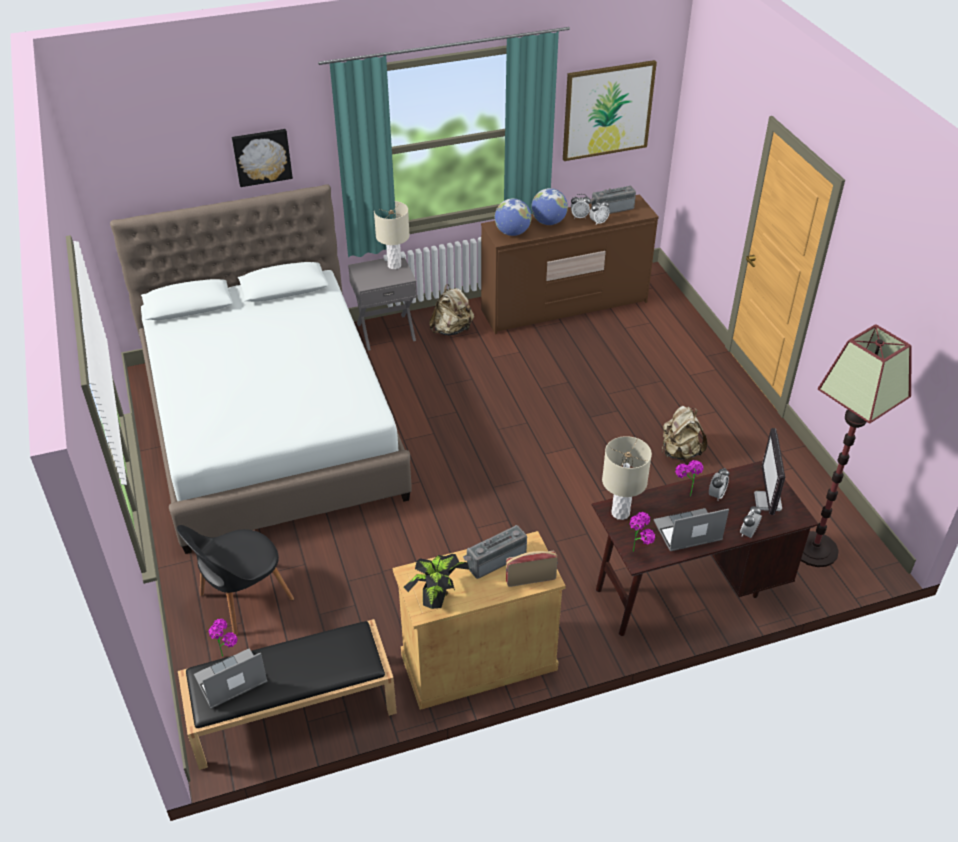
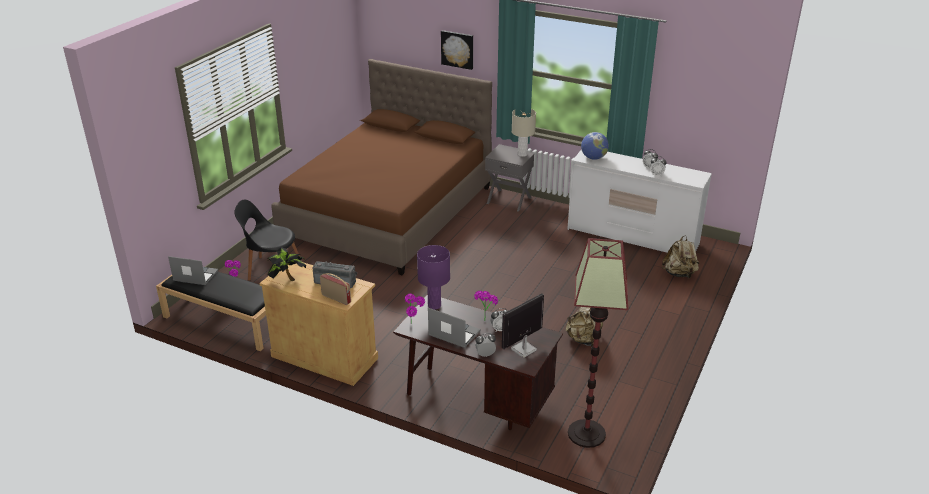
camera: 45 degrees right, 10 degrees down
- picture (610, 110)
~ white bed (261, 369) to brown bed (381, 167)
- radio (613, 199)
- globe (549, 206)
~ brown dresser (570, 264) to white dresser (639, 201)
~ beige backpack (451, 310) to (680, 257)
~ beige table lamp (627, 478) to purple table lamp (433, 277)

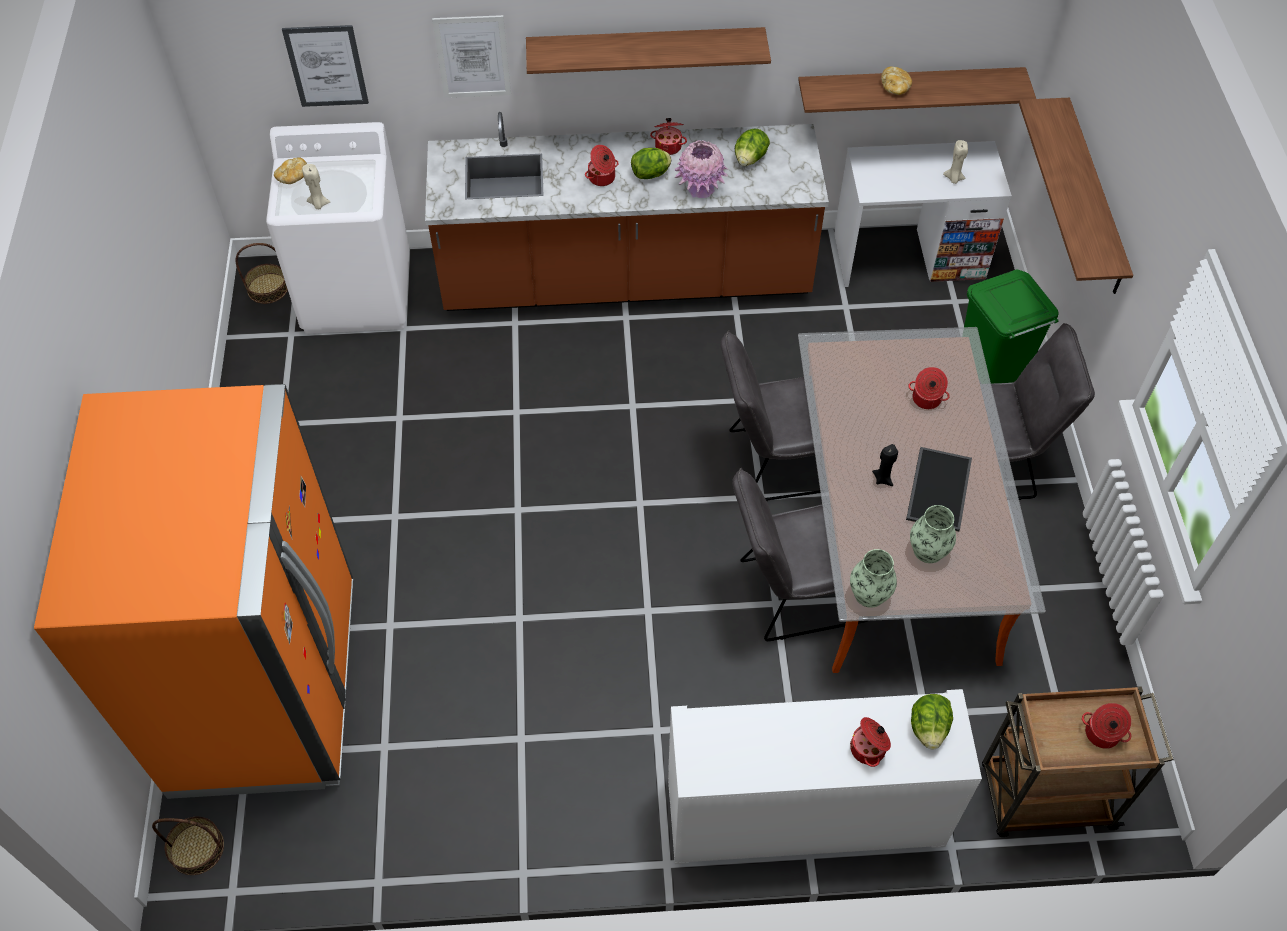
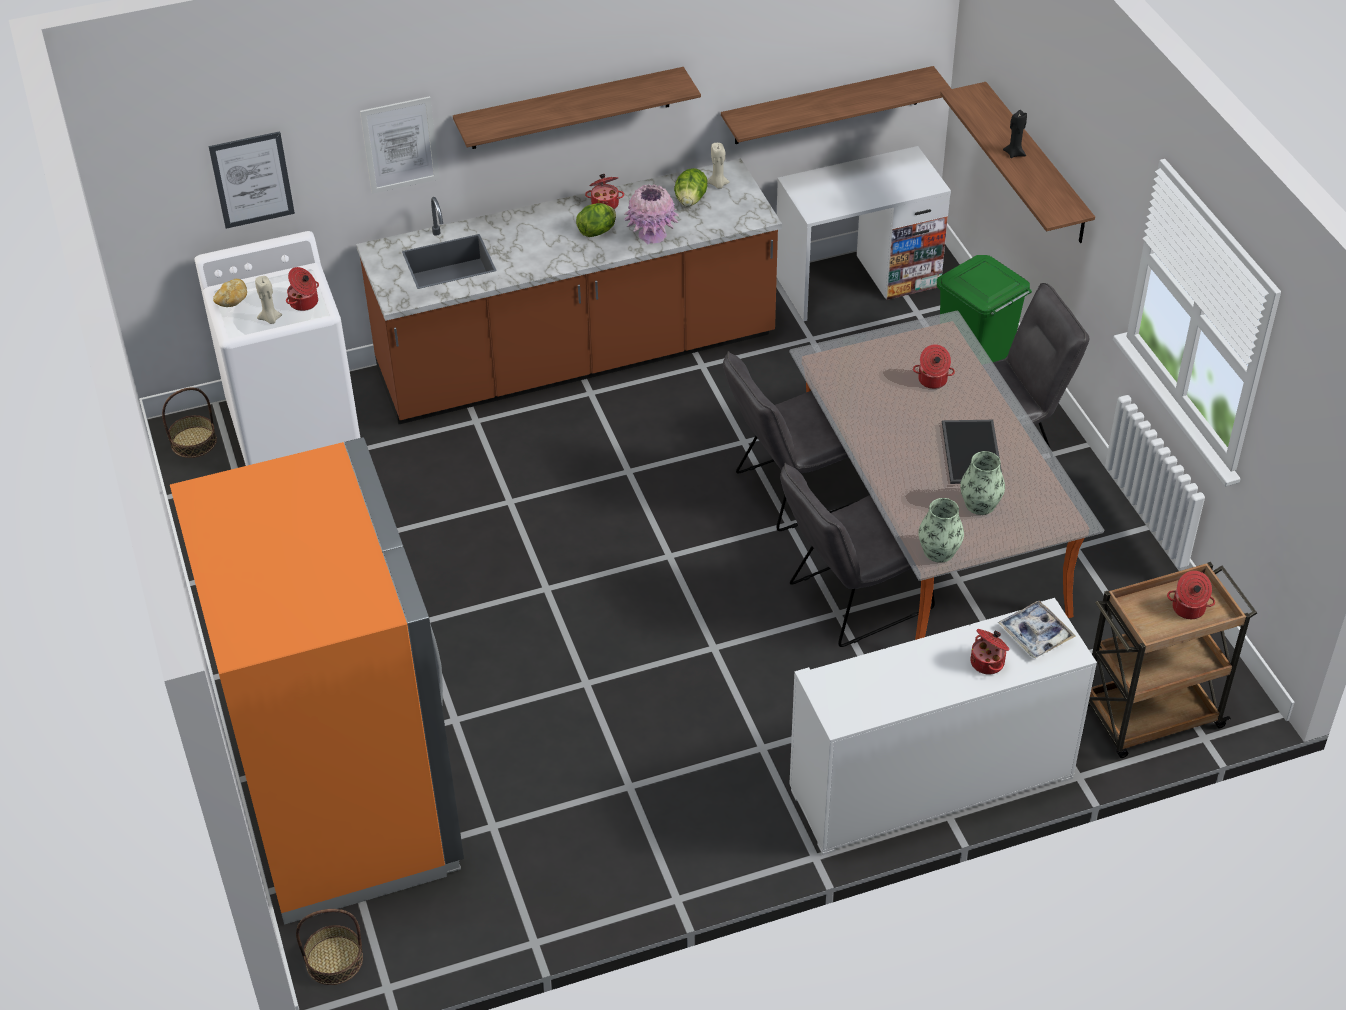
camera: 15 degrees left, 10 degrees down
- bread (896, 81)
~ beige candle (955, 162) to (718, 166)
~ cooking pot (602, 165) to (302, 289)
~ black candle (885, 465) to (1015, 134)
~ lettuce (932, 721) to tray (1037, 629)

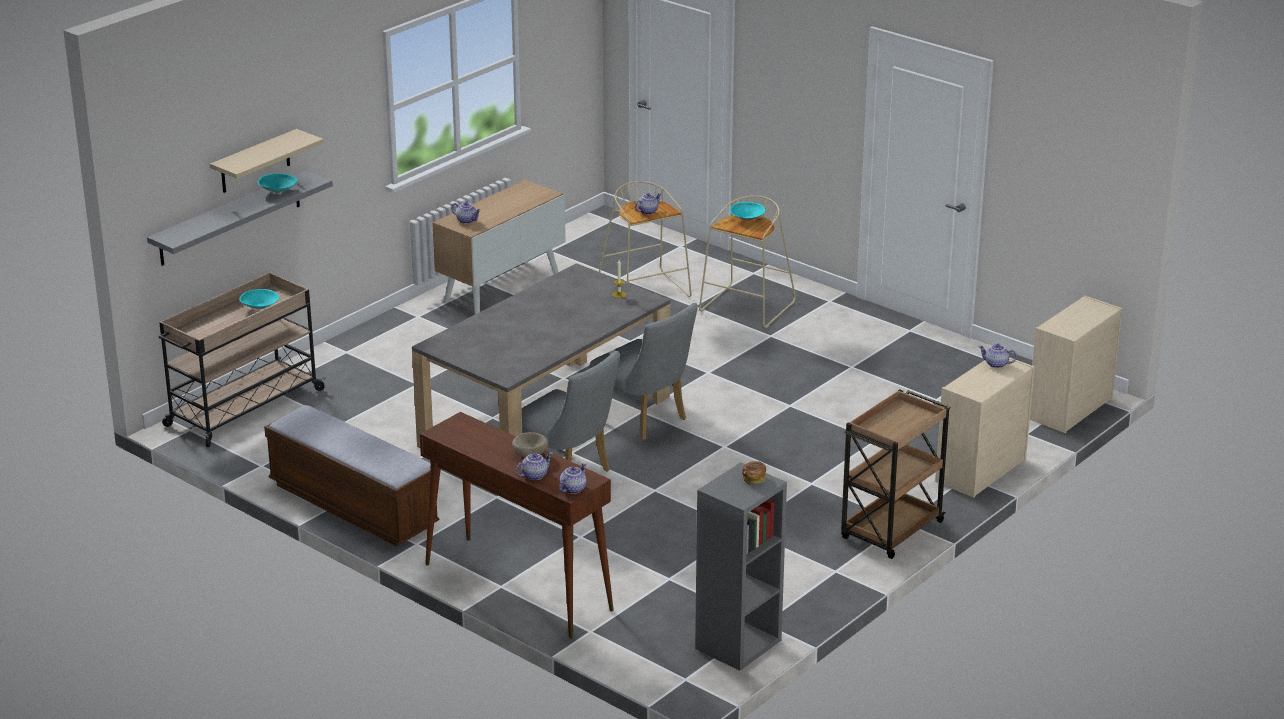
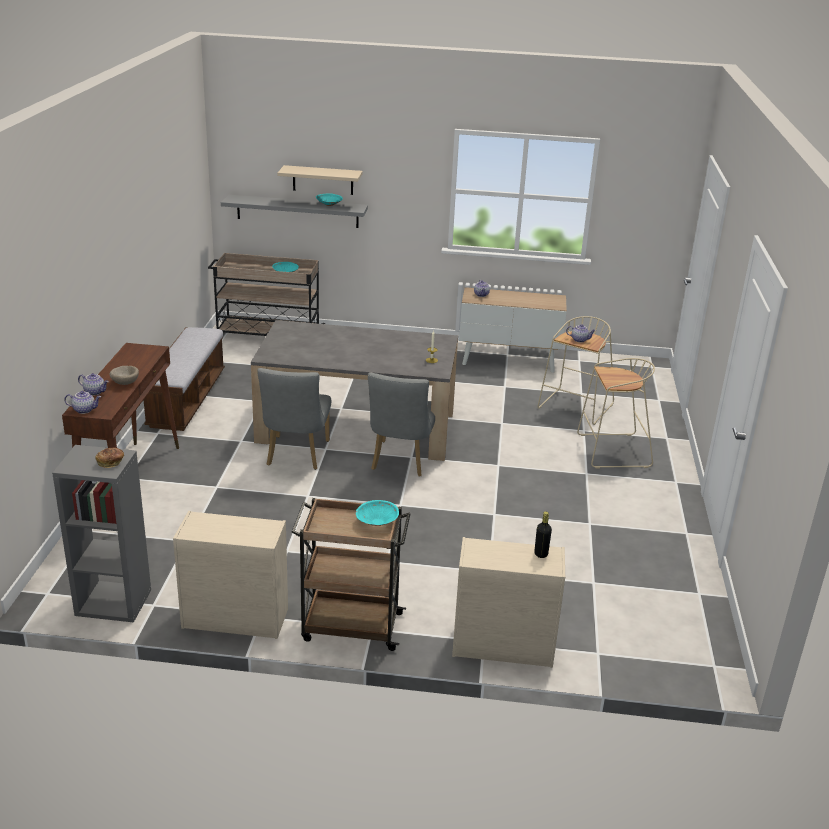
camera: 55 degrees right, 0 degrees up
~ turquoise bowl (747, 211) to (377, 513)
~ beige dresser (1076, 364) to (230, 575)
~ teapot (997, 356) to black bottle (543, 535)

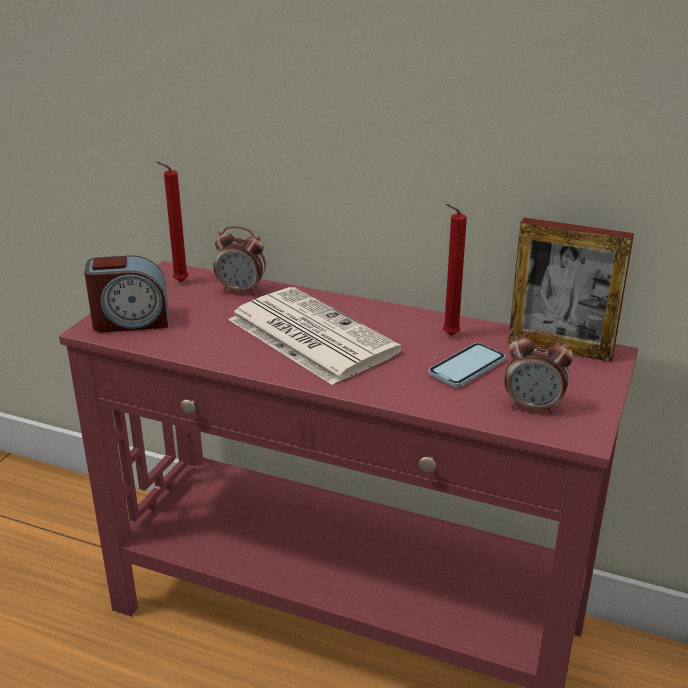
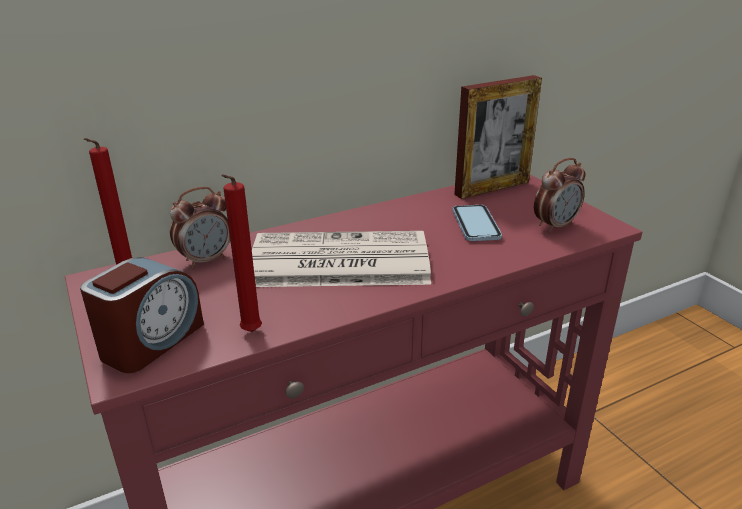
camera: 50 degrees left, 0 degrees up
~ red candle (455, 269) to (241, 253)

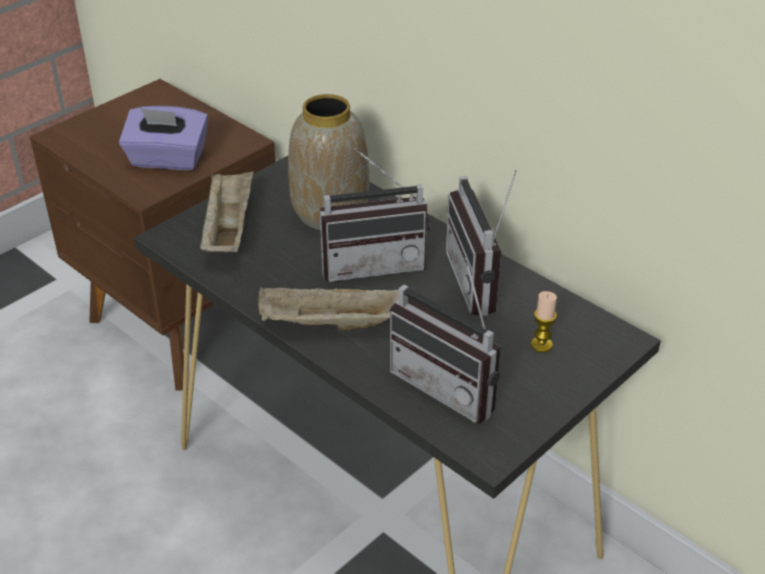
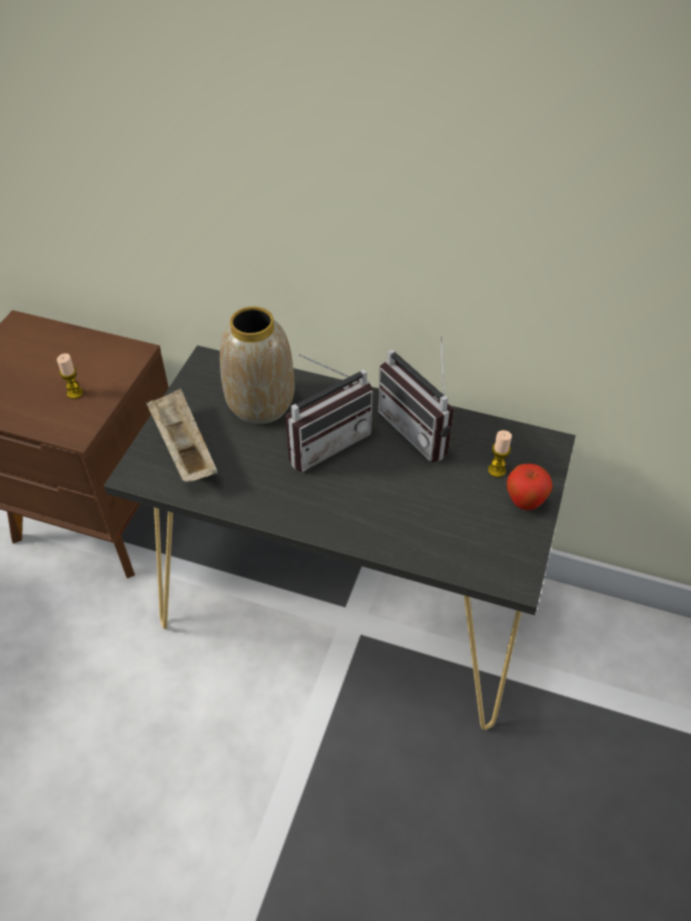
camera: 25 degrees left, 10 degrees up
~ purple tissue box (163, 138) to candle (70, 376)
- radio (445, 340)
- beige tray (328, 309)
+ apple (530, 487)

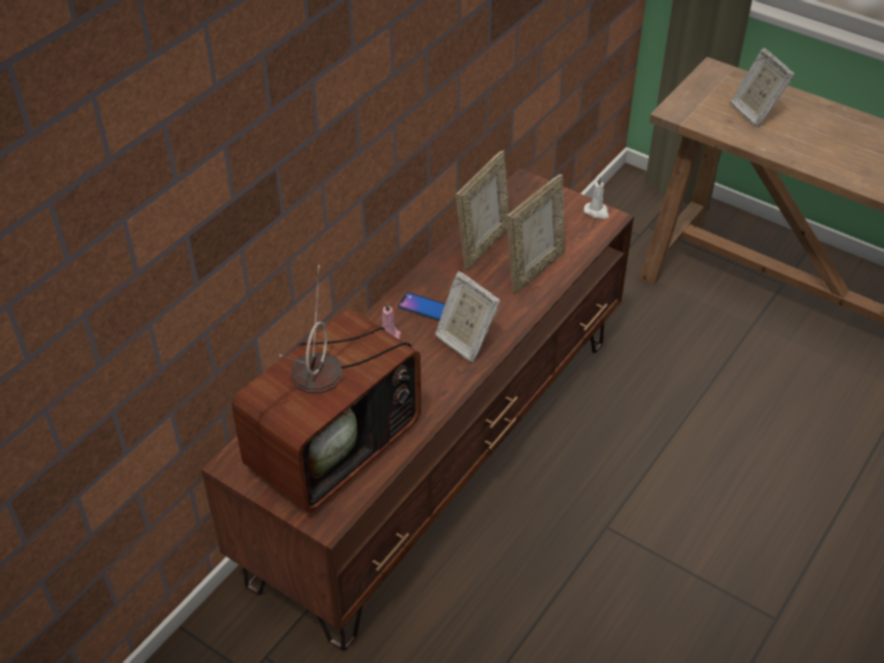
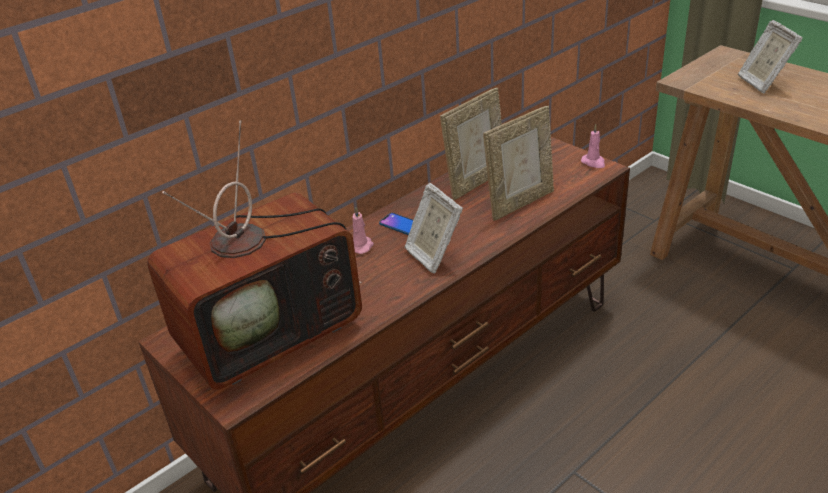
camera: 15 degrees right, 10 degrees down
~ white candle (596, 198) to pink candle (593, 146)

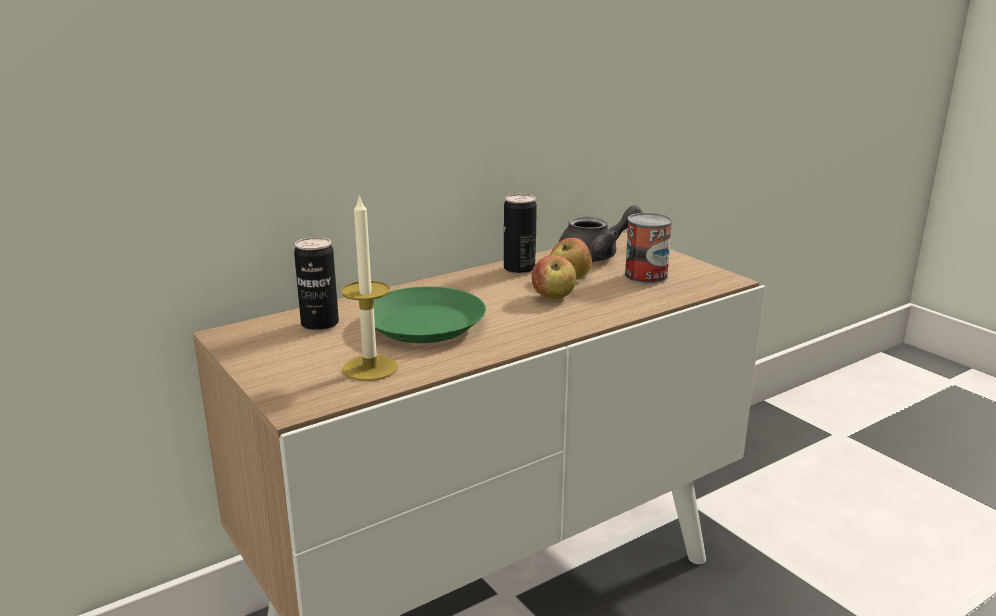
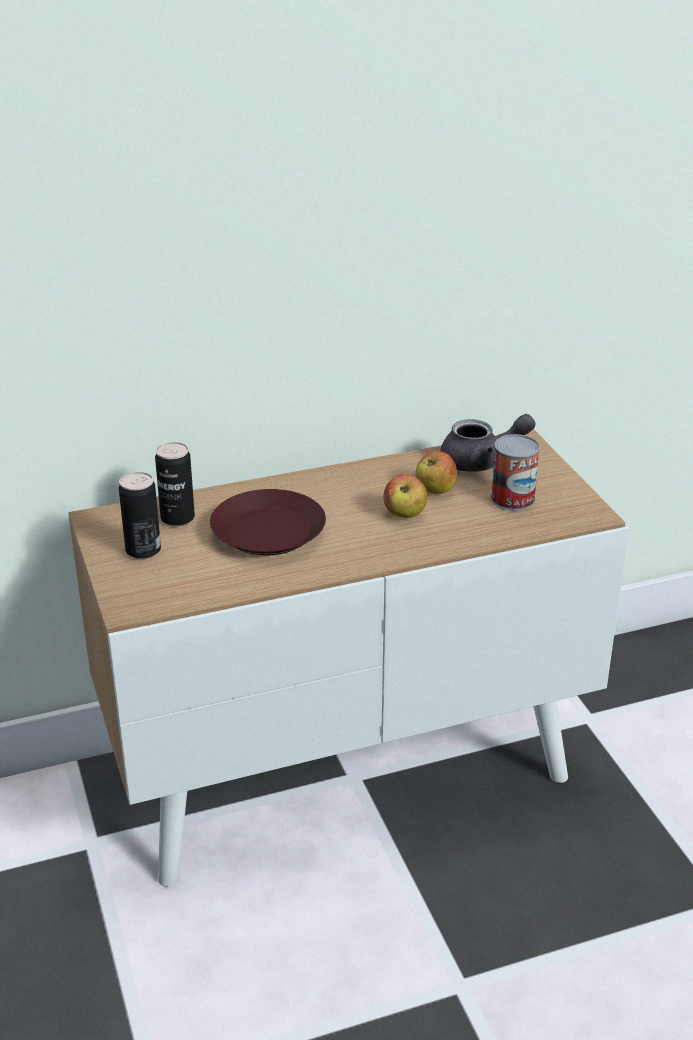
camera: 15 degrees right, 10 degrees up
- candle (369, 287)
~ can (520, 234) to (140, 515)
~ green plate (429, 315) to brown plate (268, 522)

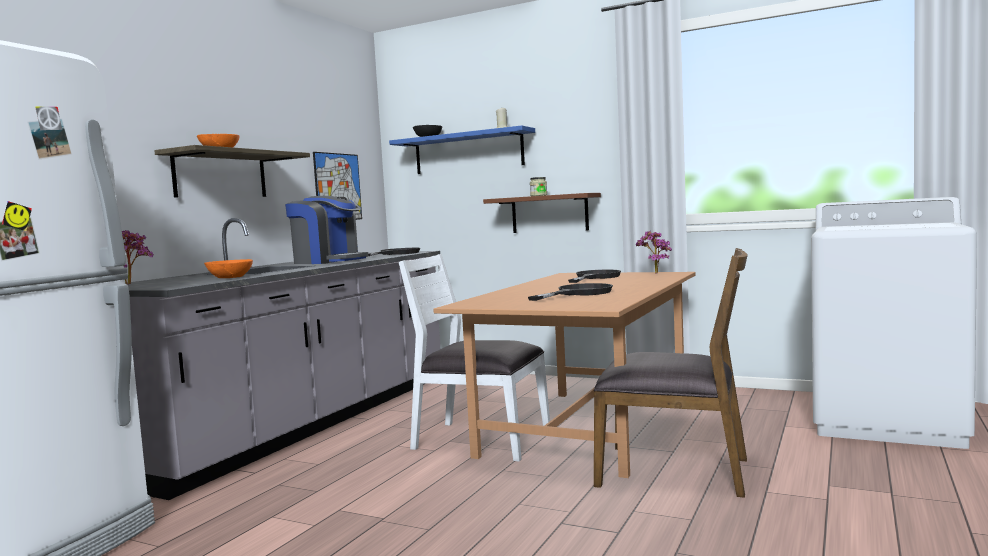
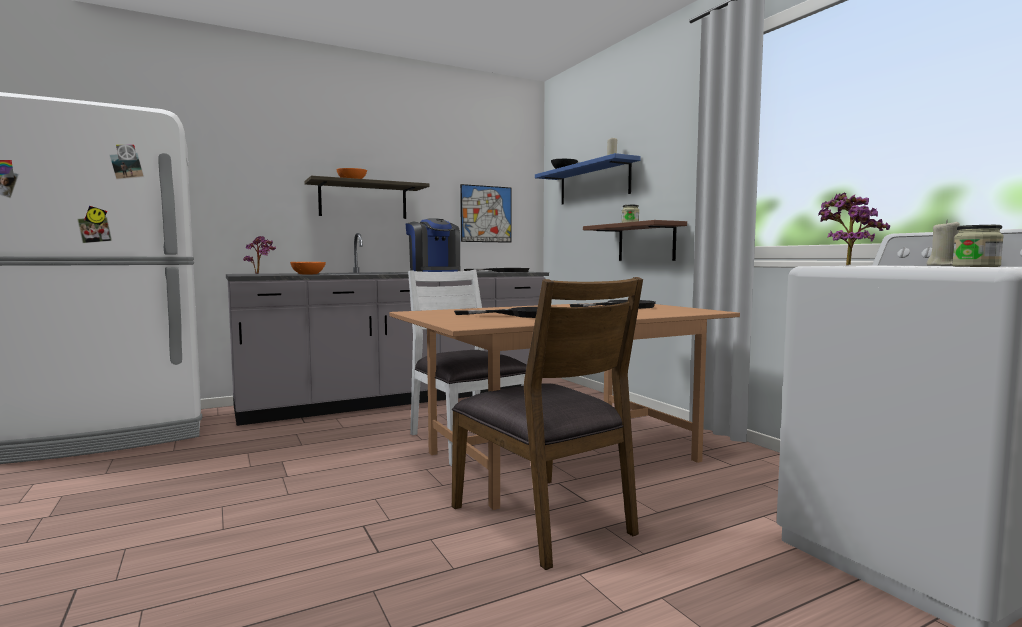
camera: 35 degrees right, 0 degrees up
~ potted plant (654, 252) to (854, 229)
+ beige candle (943, 243)
+ jar (978, 246)

